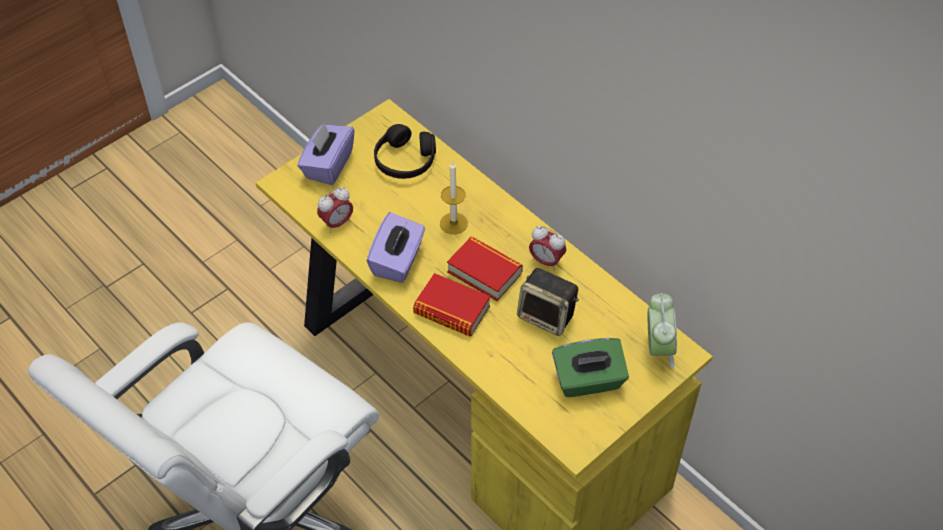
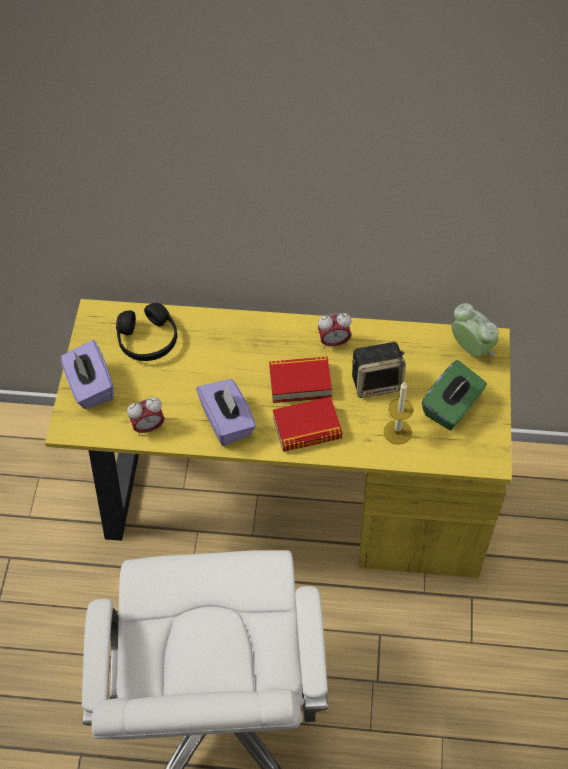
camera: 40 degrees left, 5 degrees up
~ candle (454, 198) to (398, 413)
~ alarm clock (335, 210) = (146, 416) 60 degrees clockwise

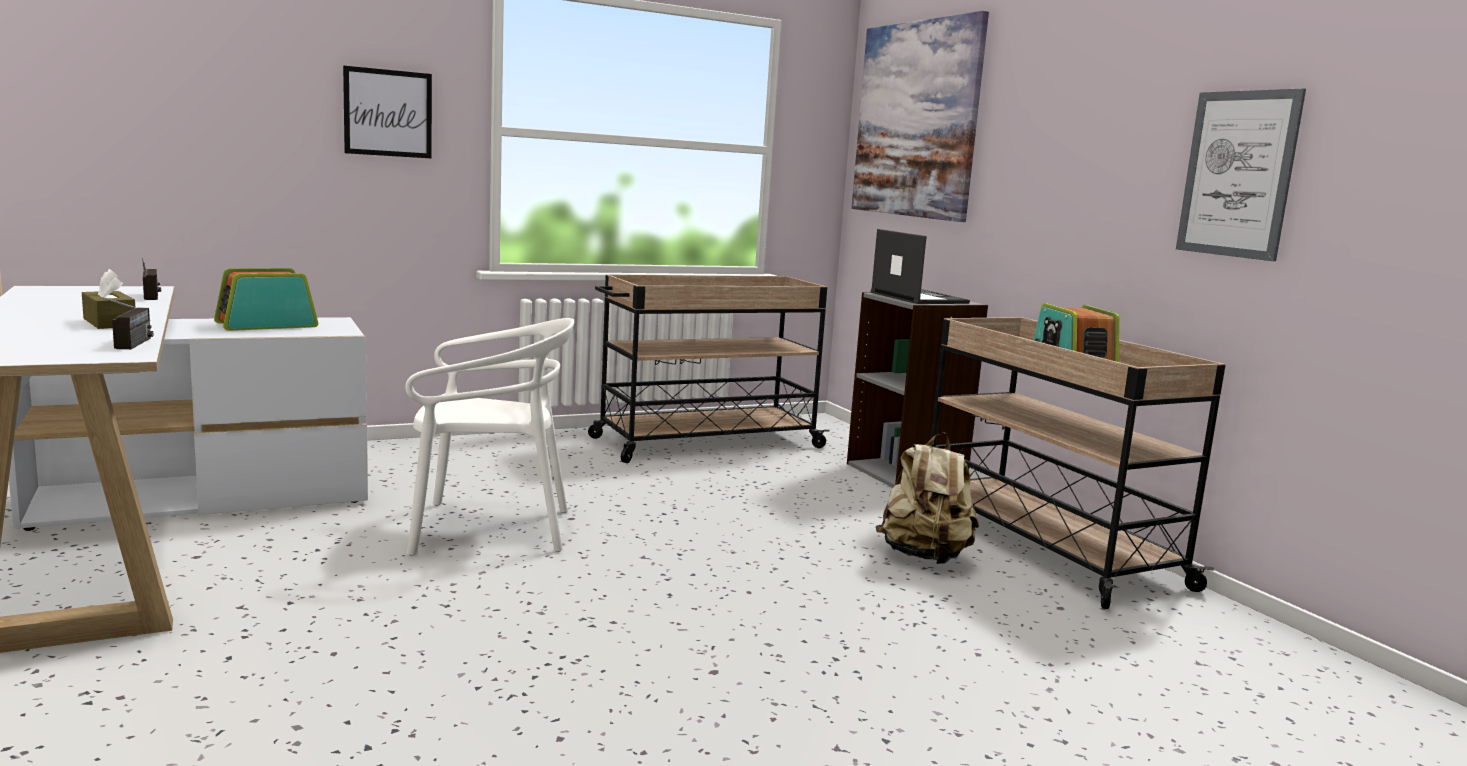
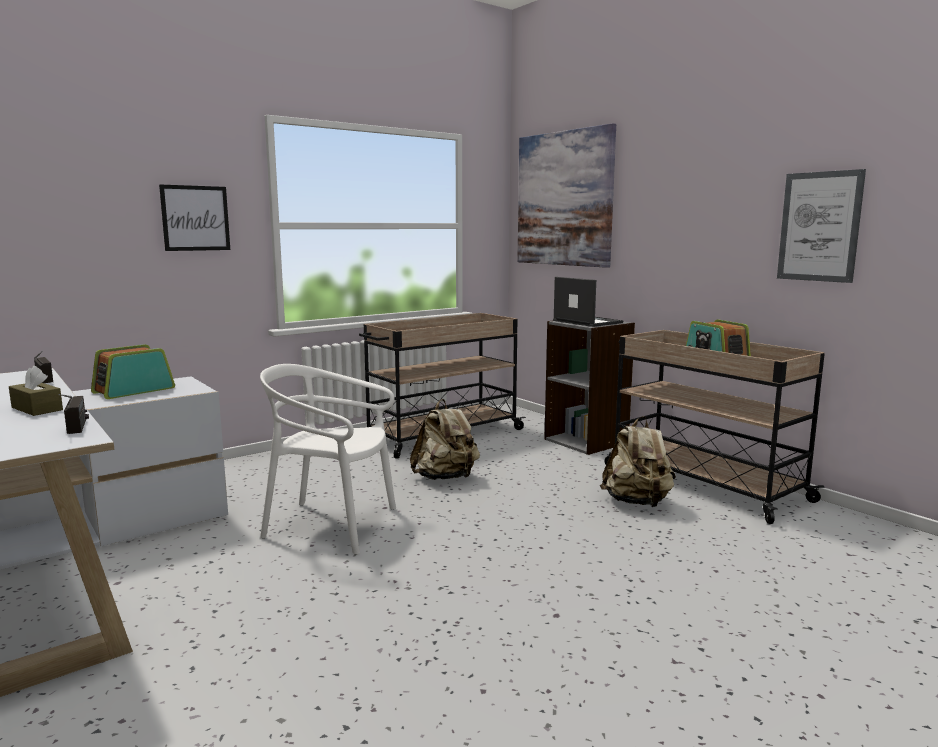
camera: 10 degrees left, 0 degrees up
~ white chair (489, 436) = (328, 459) 150 degrees counterclockwise
+ beige backpack (445, 439)

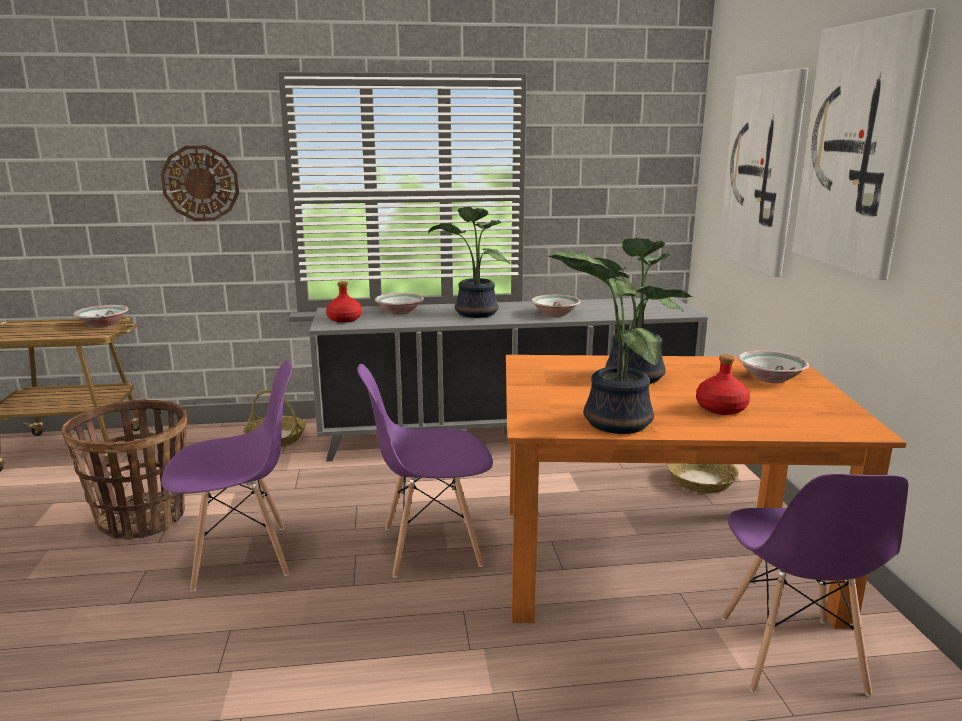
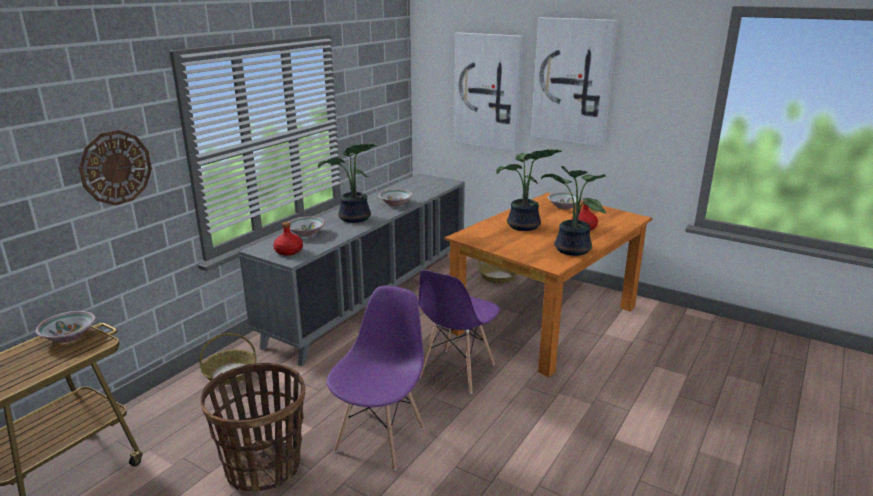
camera: 50 degrees left, 5 degrees up
- purple chair (815, 585)

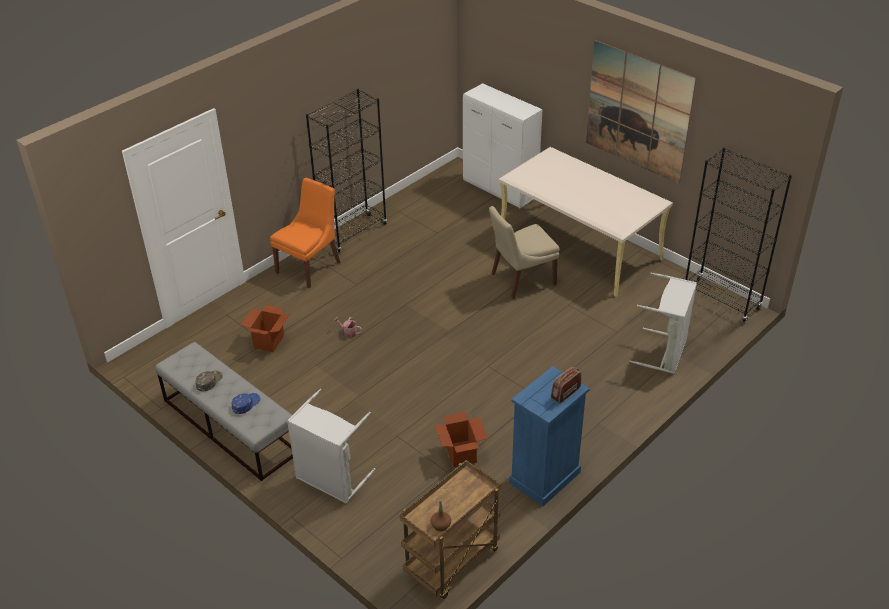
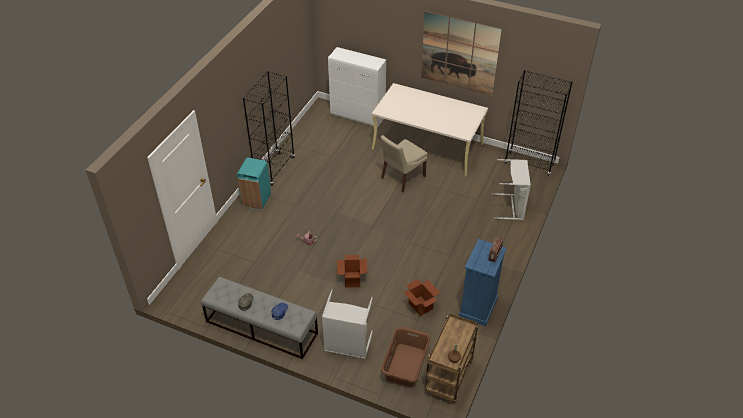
camera: 20 degrees left, 5 degrees up
~ orange chair (305, 233) to turquoise trash can (254, 184)
~ cardboard box (265, 328) to (352, 271)
+ brown laundry basket (405, 357)

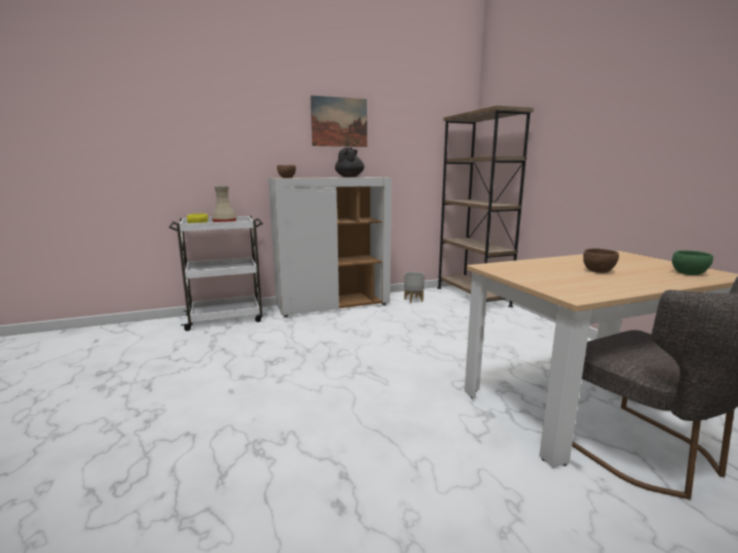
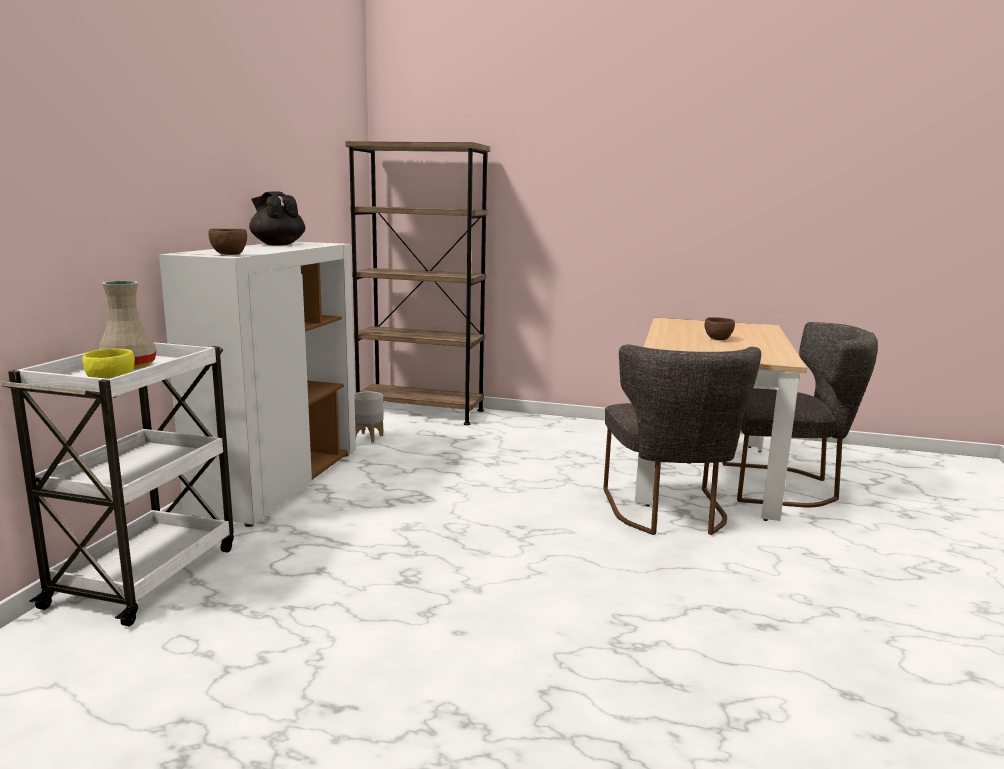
camera: 55 degrees left, 0 degrees up
- picture (338, 121)
- green bowl (692, 262)
+ grey chair (682, 440)

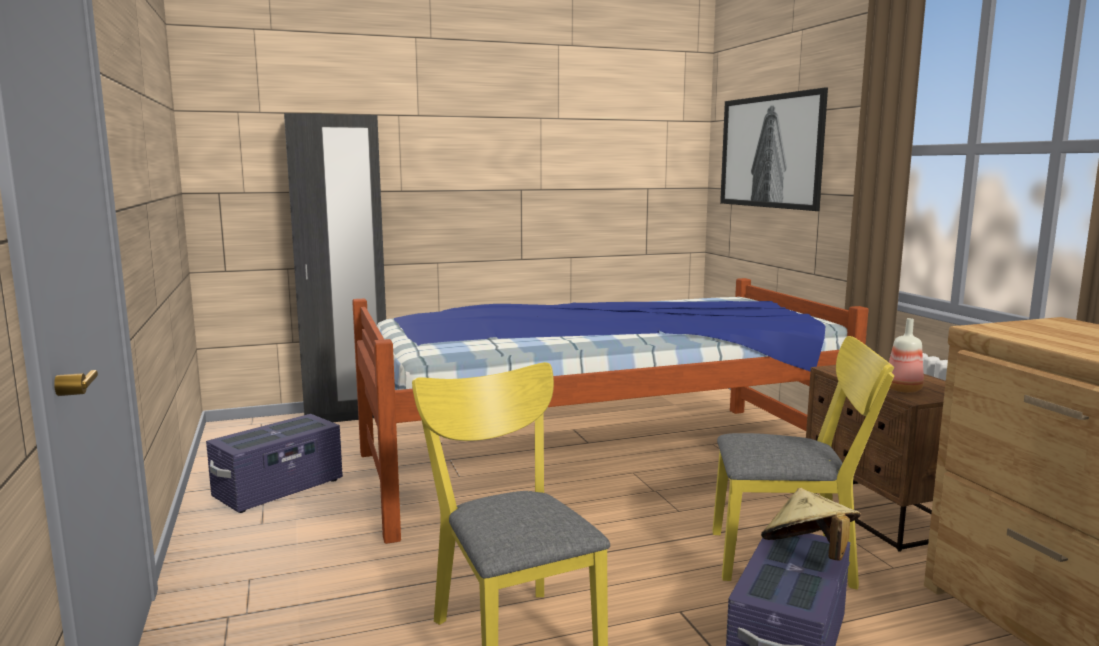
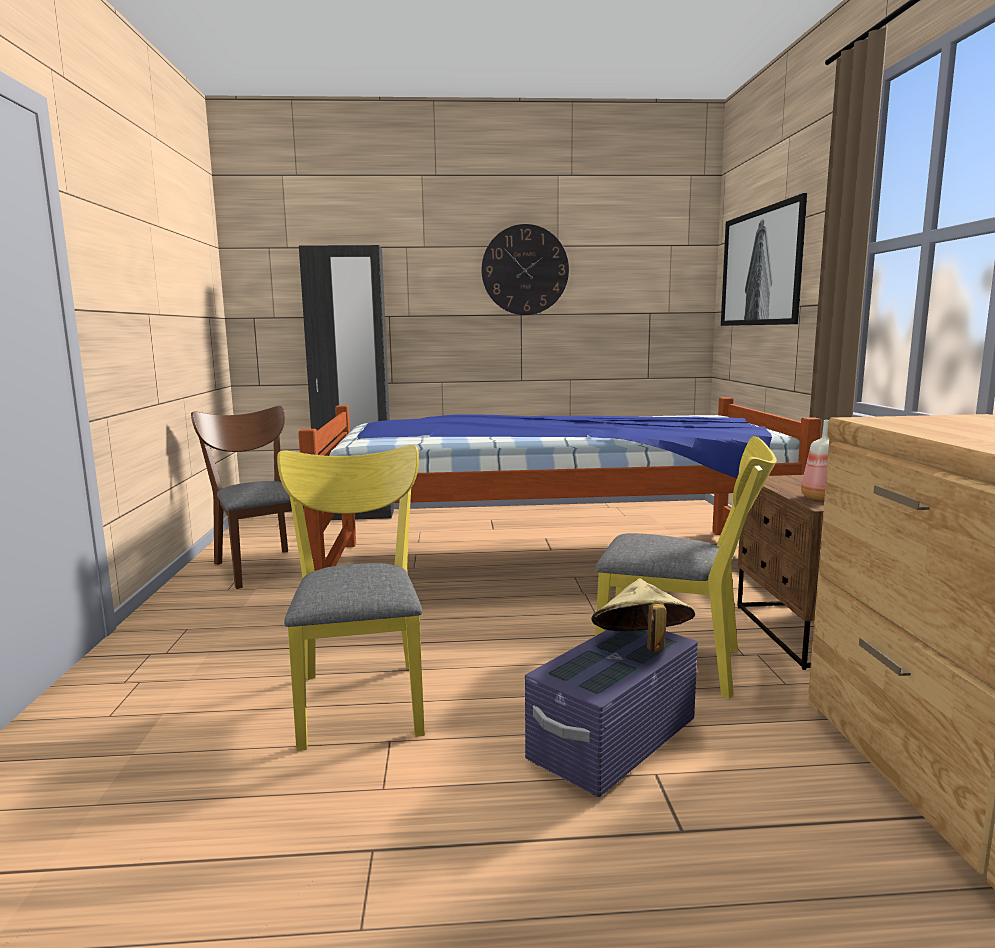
camera: 15 degrees right, 0 degrees up
~ purple storage box (274, 463) to brown chair (247, 497)
+ wall clock (525, 269)

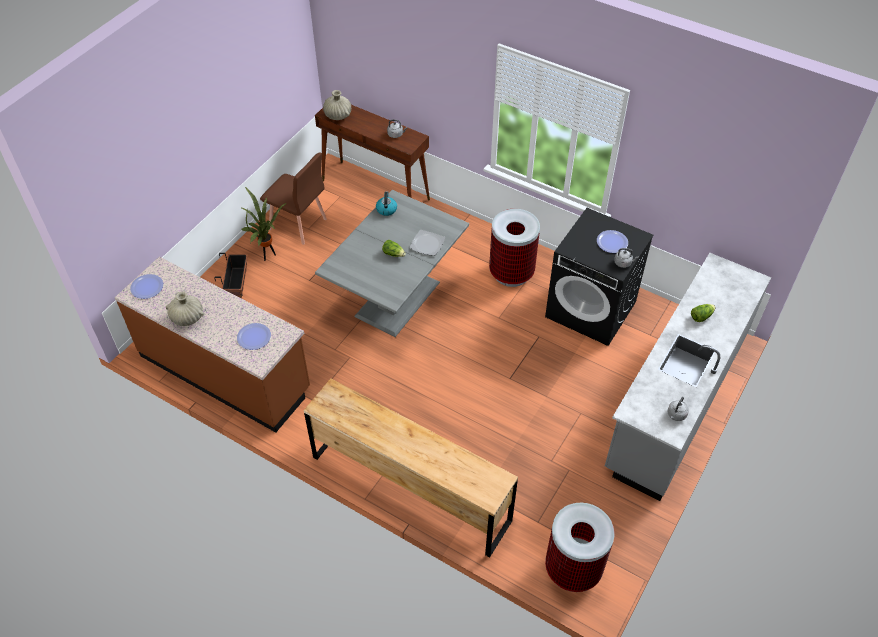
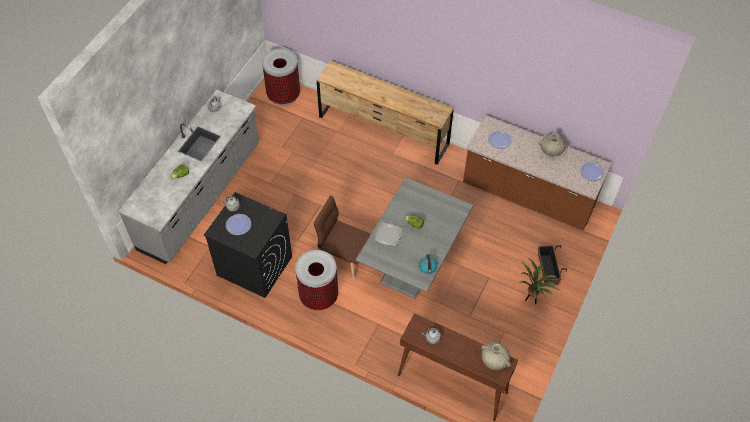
camera: 175 degrees right, 5 degrees up
~ brown chair (293, 198) to (342, 238)

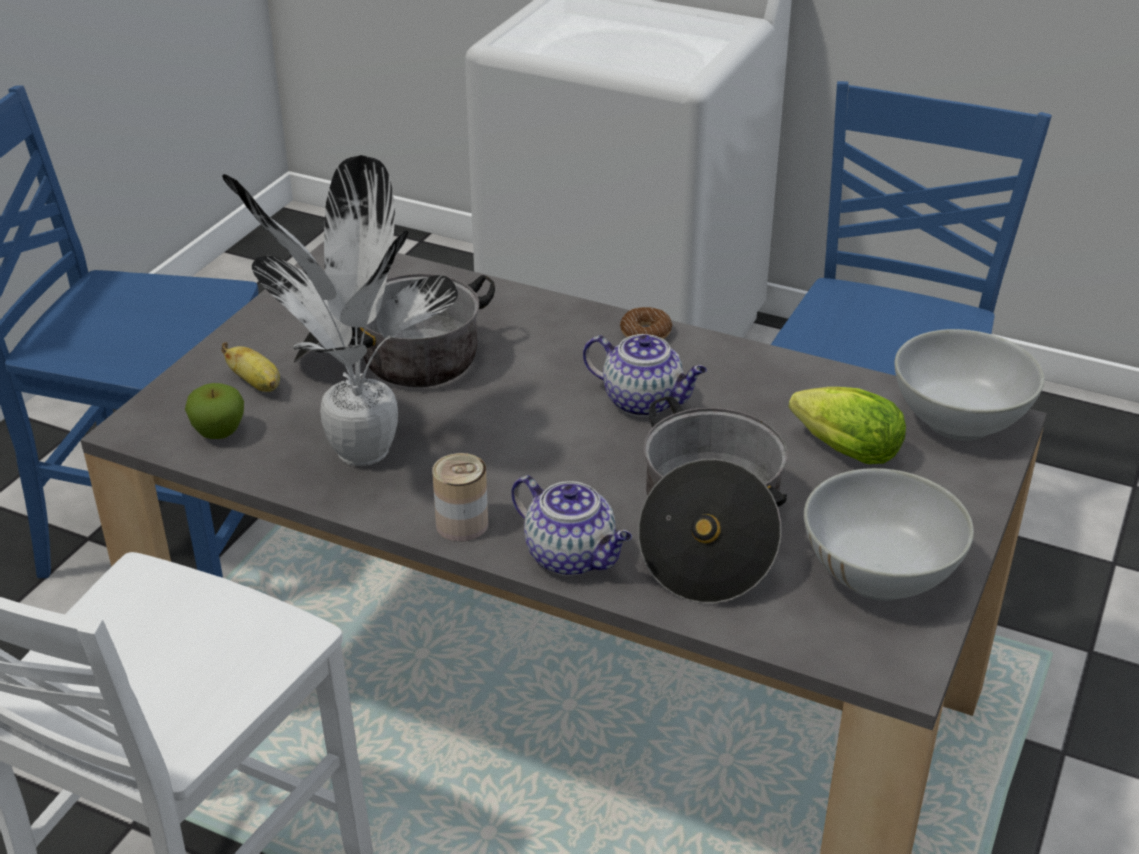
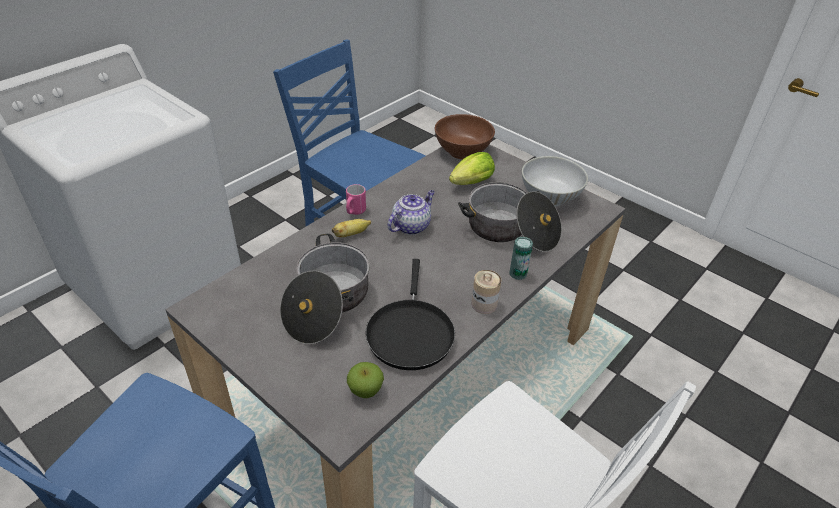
camera: 75 degrees left, 5 degrees up
~ potted plant (340, 310) to black frying pan (410, 314)
~ donut (646, 323) to pink mug (356, 199)
~ white bowl (969, 385) to brown bowl (465, 136)
~ banana (250, 367) to (351, 228)
~ teapot (571, 525) to can (521, 258)

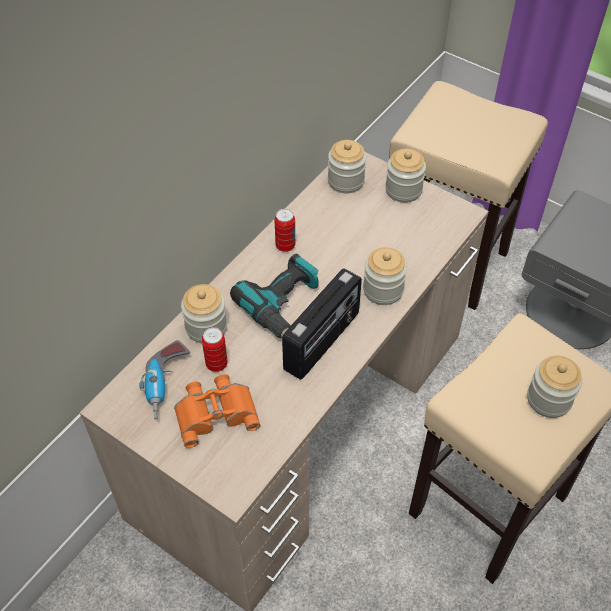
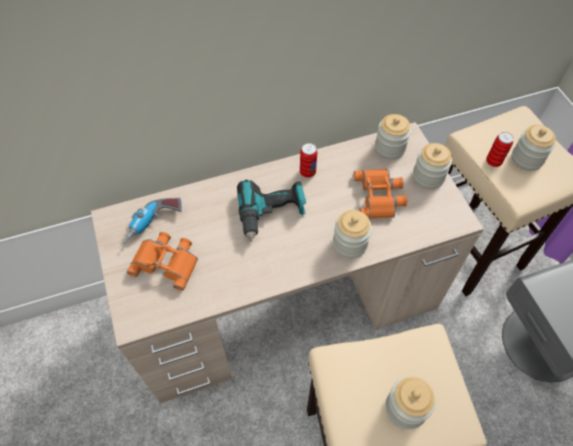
camera: 35 degrees right, 5 degrees up
- radio (322, 324)
~ jar (204, 313) to (534, 148)
~ can (215, 349) to (500, 149)
+ orange binoculars (380, 194)

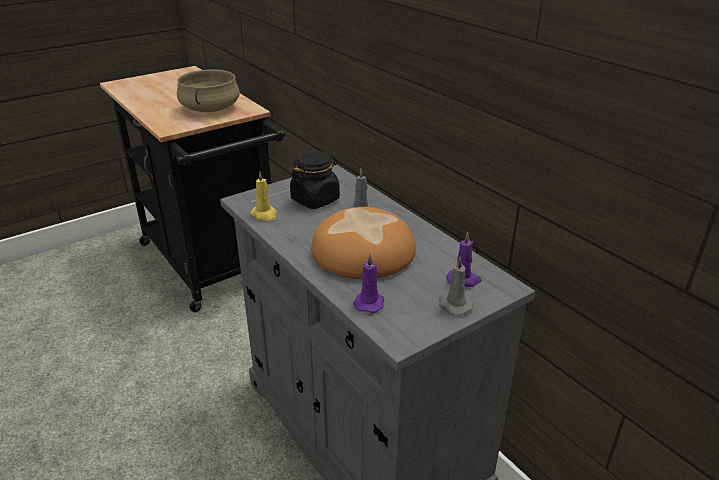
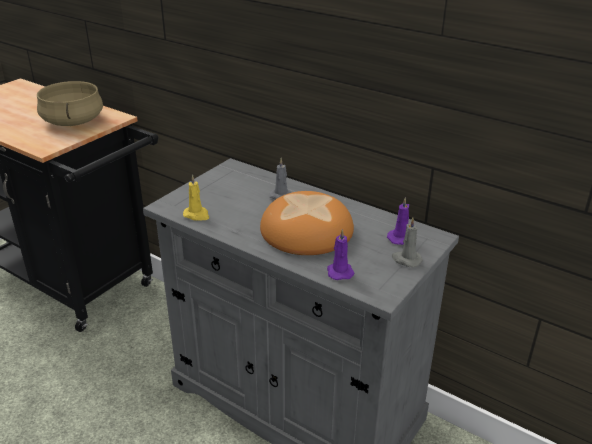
camera: 20 degrees left, 0 degrees up
- black jar (315, 180)

